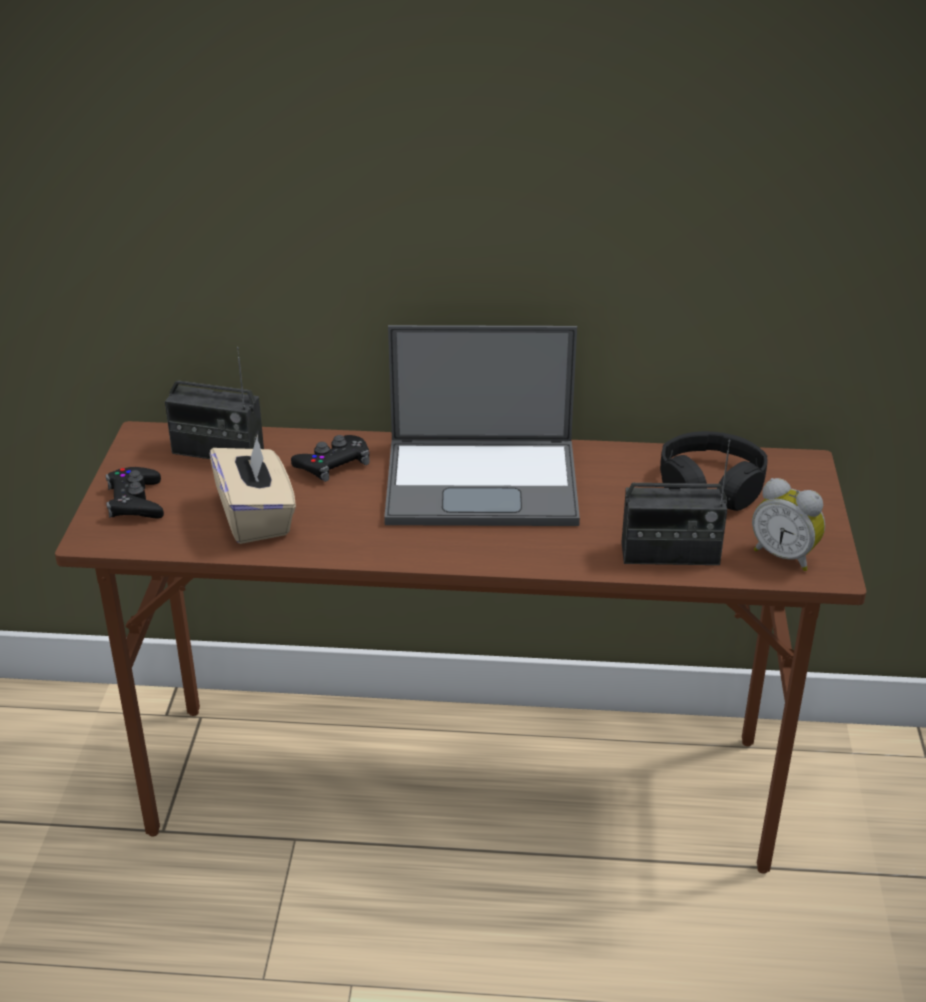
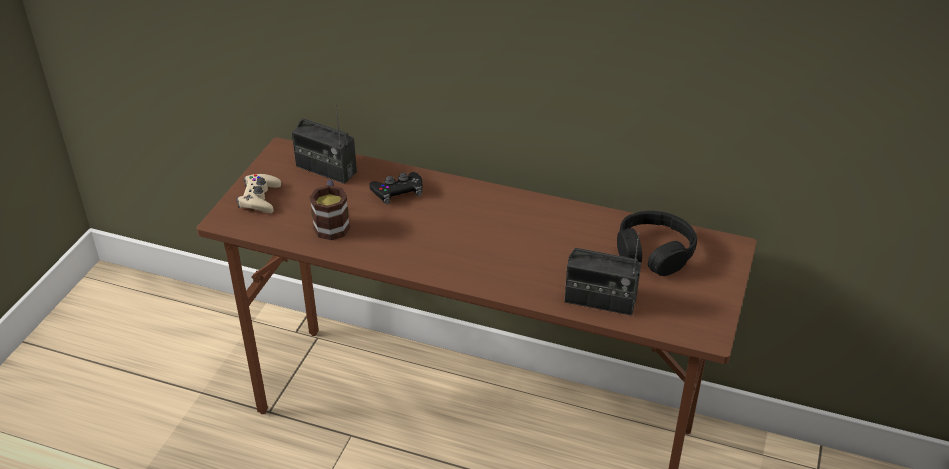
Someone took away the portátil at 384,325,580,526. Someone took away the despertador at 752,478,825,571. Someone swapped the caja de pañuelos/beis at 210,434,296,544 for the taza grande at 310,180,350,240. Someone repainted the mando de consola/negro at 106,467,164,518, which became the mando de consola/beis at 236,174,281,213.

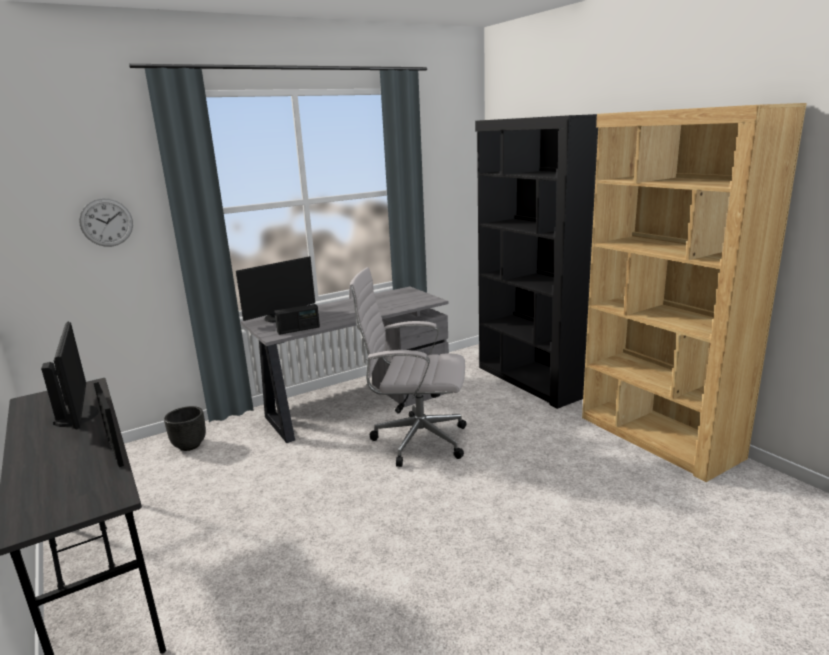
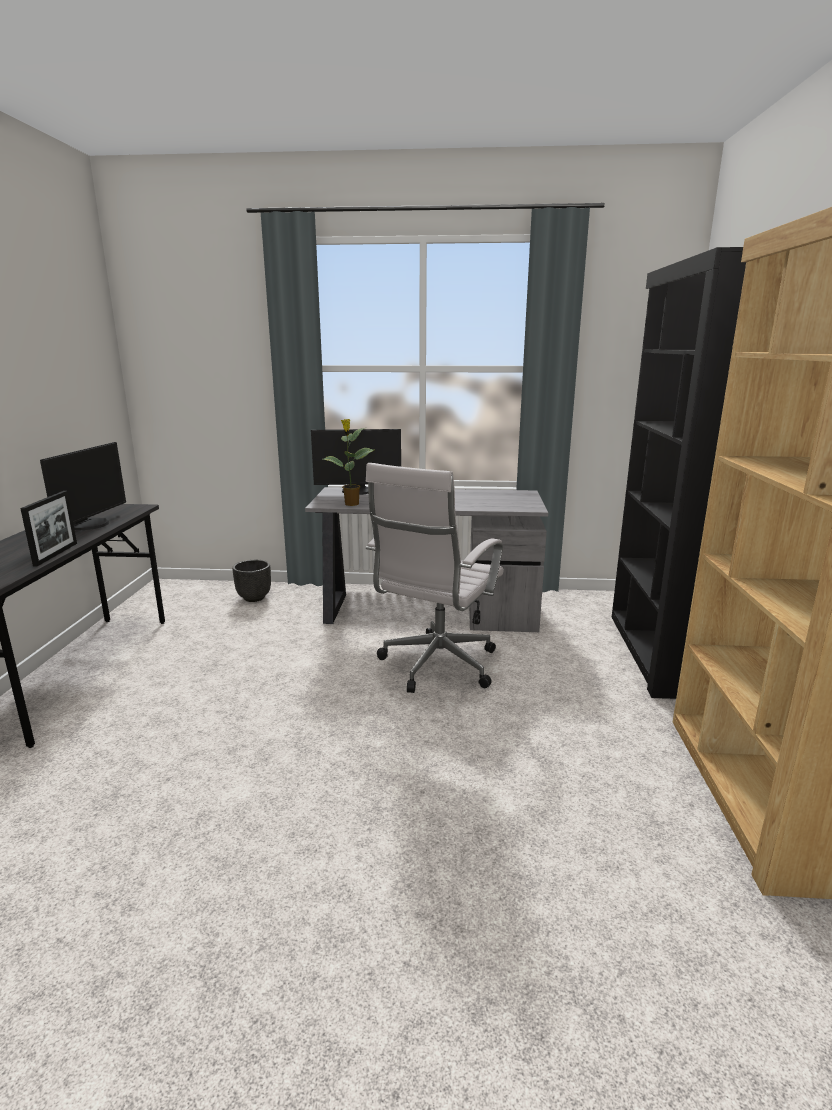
Someone took away the reloj de pared at 79,198,133,247. Someone swapped the radio at 274,304,320,335 for the planta en maceta at 323,419,374,506. Someone rotated the silla de oficina/blanco at 349,267,467,467 by 105 degrees counterclockwise.

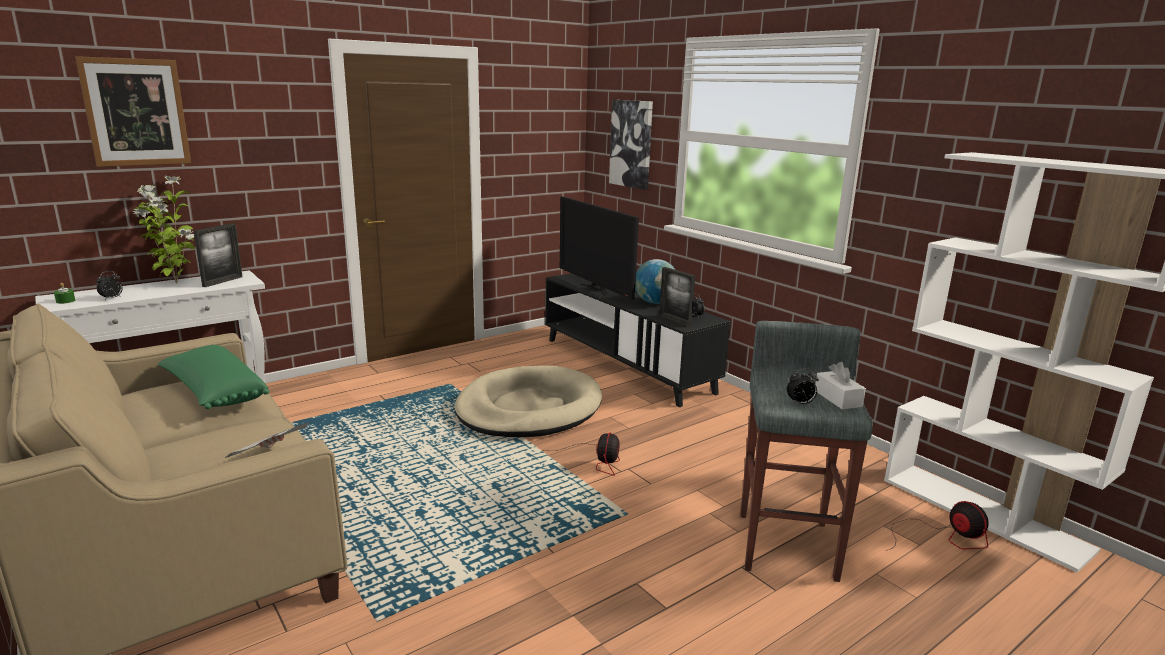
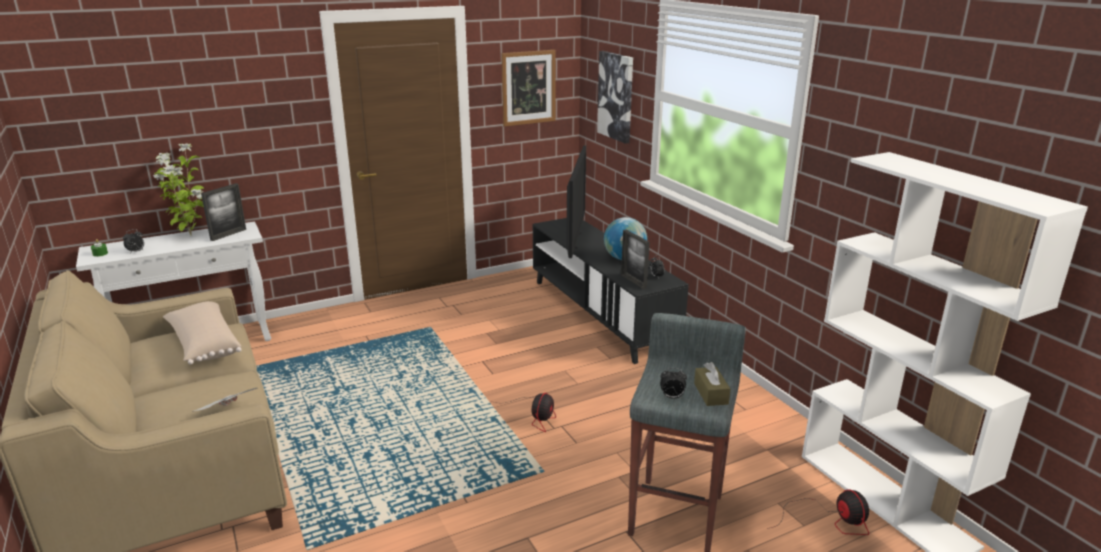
Someone took away the cama para perro/beis at 454,365,602,437. Someone carried the cuadro from 75,56,191,167 to 501,50,556,127. Someone repainted the cojín/verde at 158,345,269,409, which became the cojín/beis at 163,301,242,365. Someone repainted the caja de pañuelos/blanco at 815,362,866,409, which became the caja de pañuelos/marrón at 694,362,730,406. Someone rotated the televisor at 560,196,639,300 by 150 degrees counterclockwise.

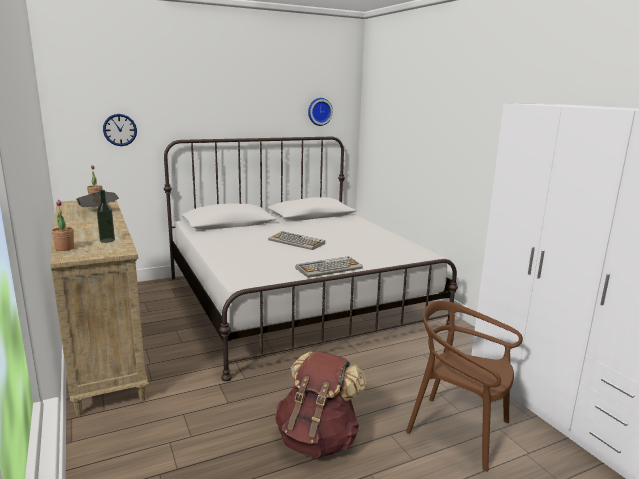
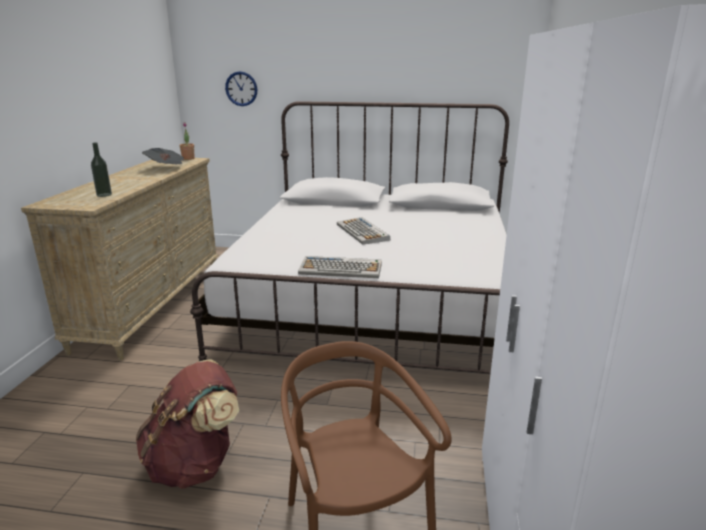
Someone took away the planta en maceta at 51,200,74,251. Someone took away the reloj de pared at 308,98,333,126.

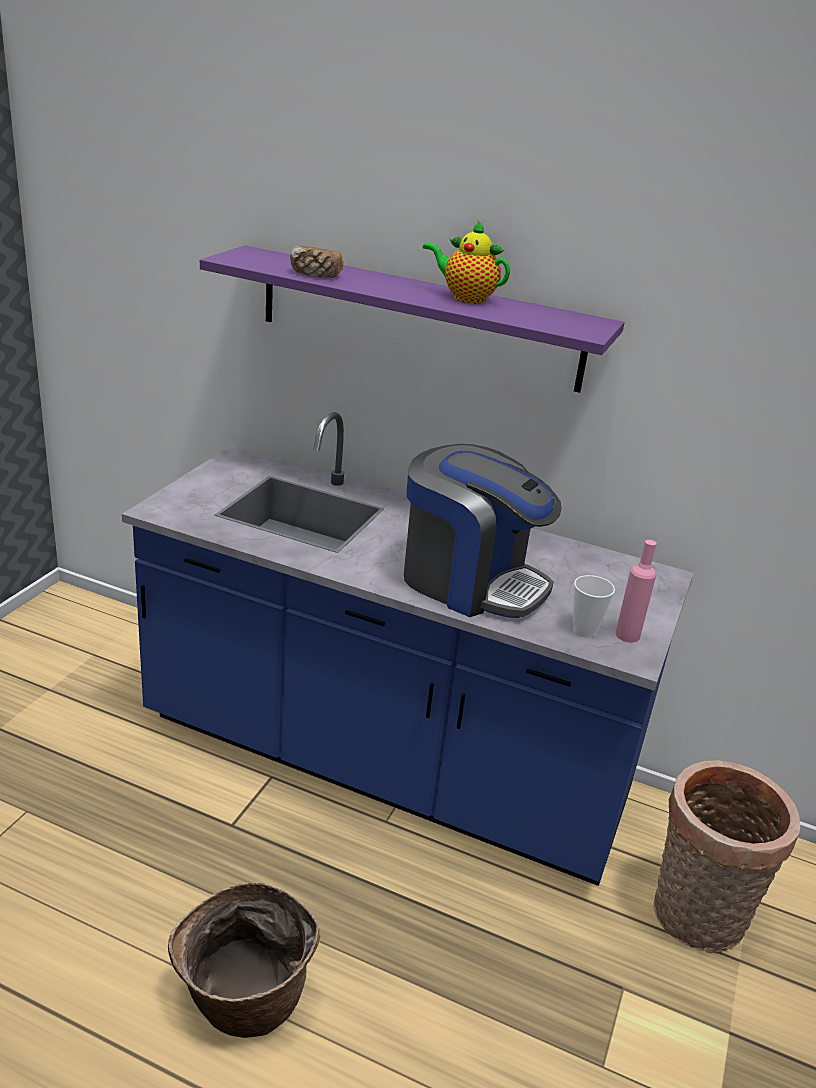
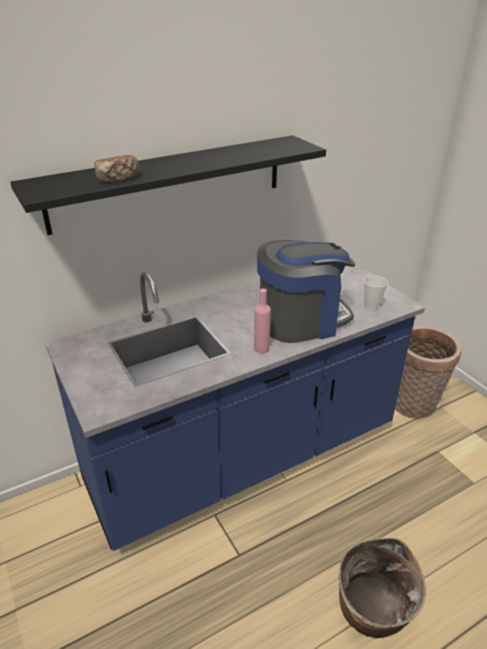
Someone took away the tetera at 423,220,510,304. Someone carried the botella/rosa from 615,540,656,643 to 254,289,271,354. Someone repainted the estante/morado at 200,245,625,393, which became the estante/negro at 10,135,326,235.

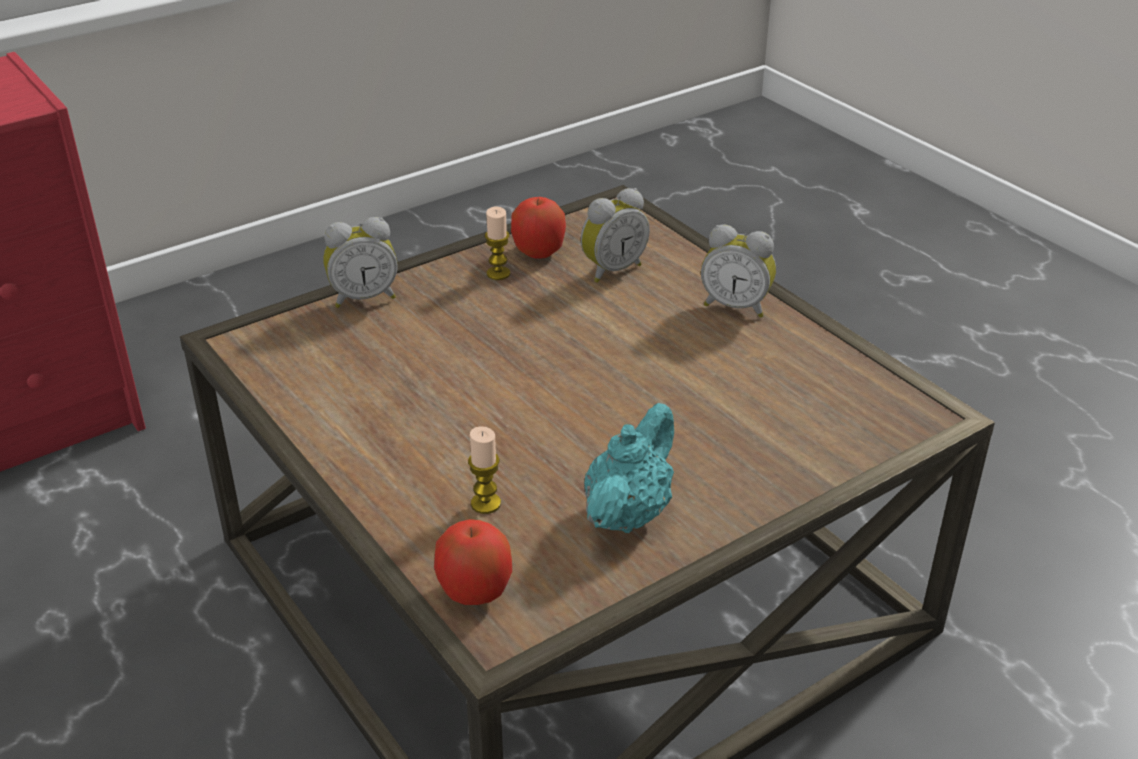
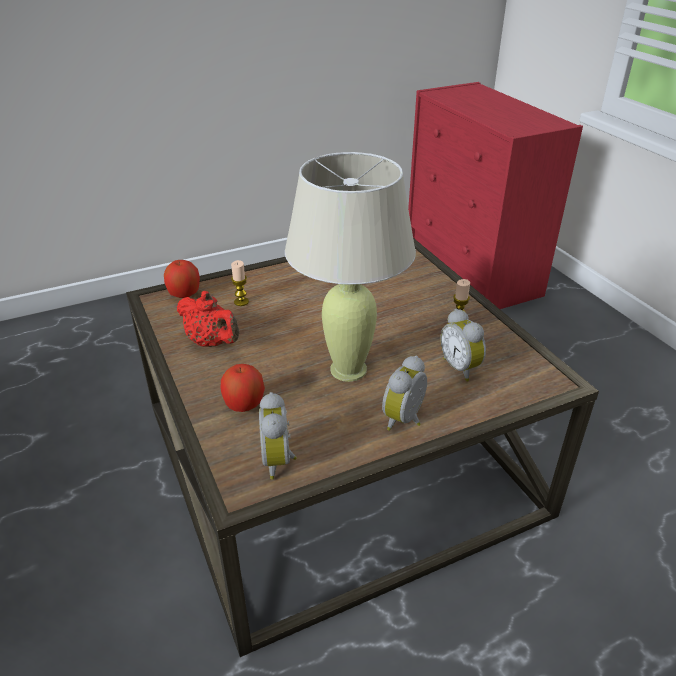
Someone put down the lámpara de mesa/beis at 285,152,416,382. Someone carried the despertador from 323,217,398,308 to 259,392,297,479. Someone carried the manzana from 511,197,566,259 to 221,364,265,412. Someone repainted the tetera/turquesa at 584,403,674,533, which became the tetera/rojo at 177,291,239,347.

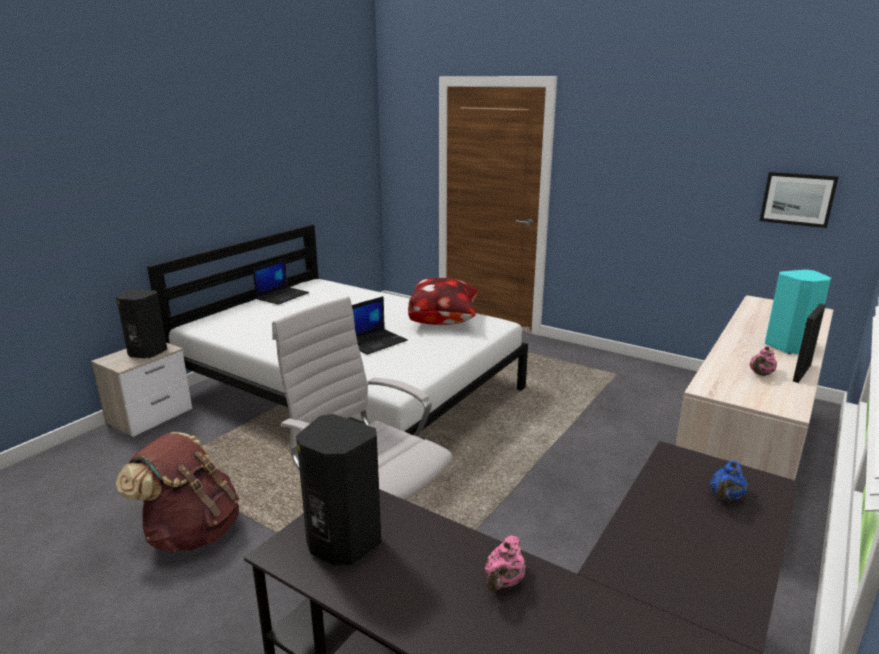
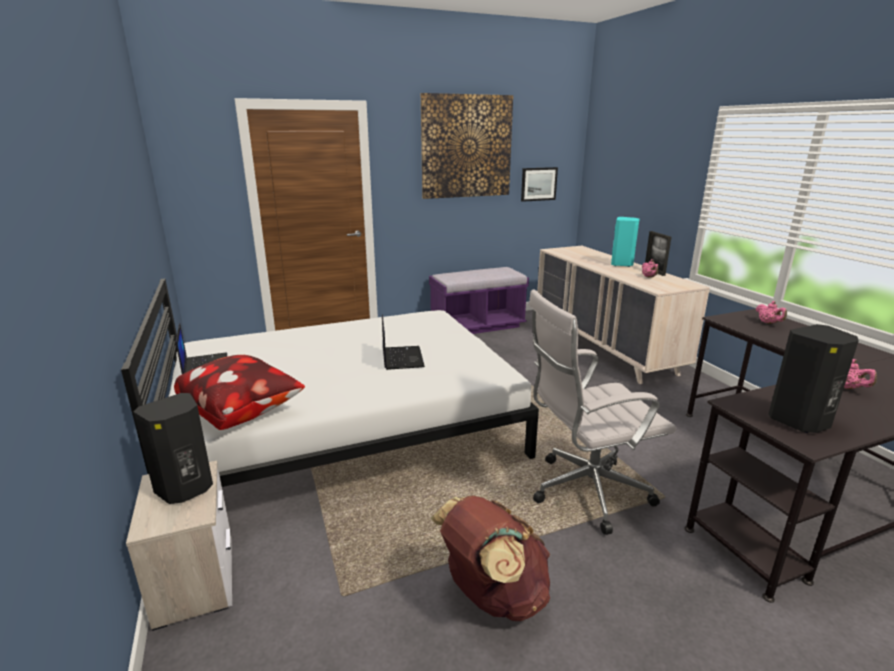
Someone put up the cuadro at 421,93,513,199. Someone put down the banco/morado at 429,267,529,334. Someone carried the cojín from 408,278,479,325 to 174,355,305,430. Someone repainted the tetera/azul at 710,461,747,501, which became the tetera/rosa at 756,301,787,324.

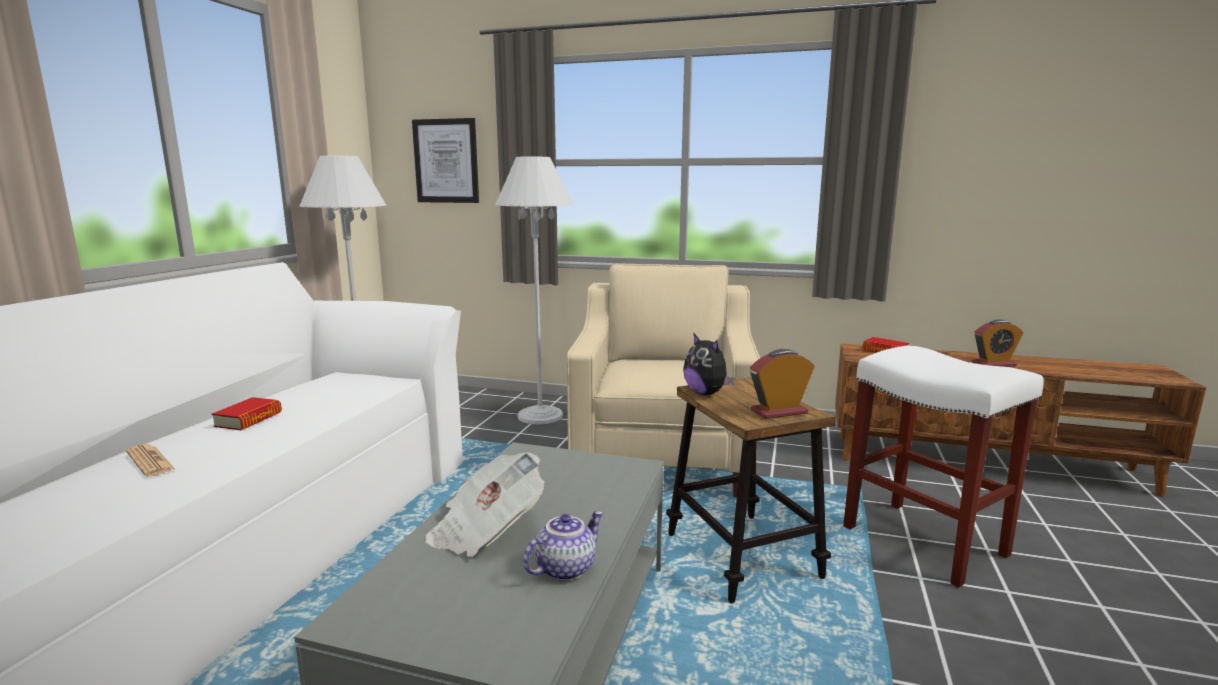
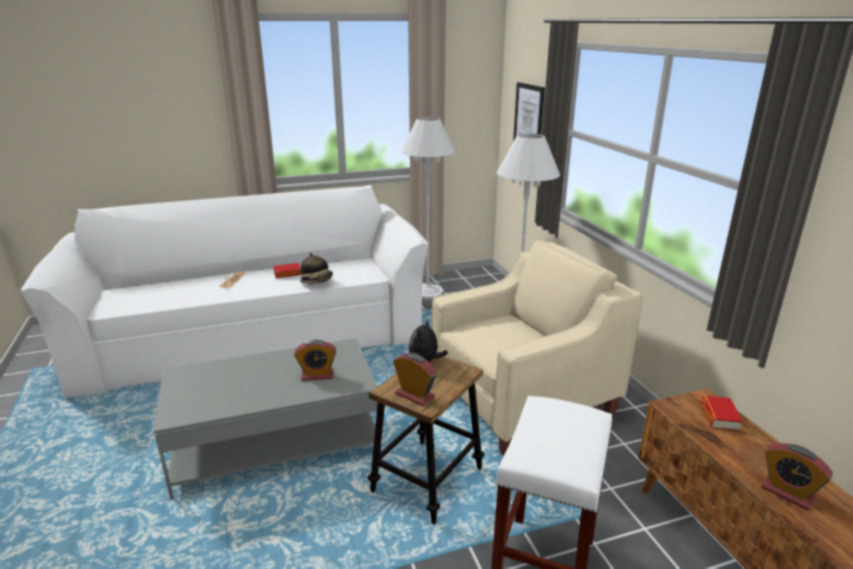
Someone took away the periódico at 425,452,544,557. Someone took away the tetera at 523,511,603,581. Someone put down the despertador at 294,340,336,381. Someone put down the sombrero at 300,252,333,284.

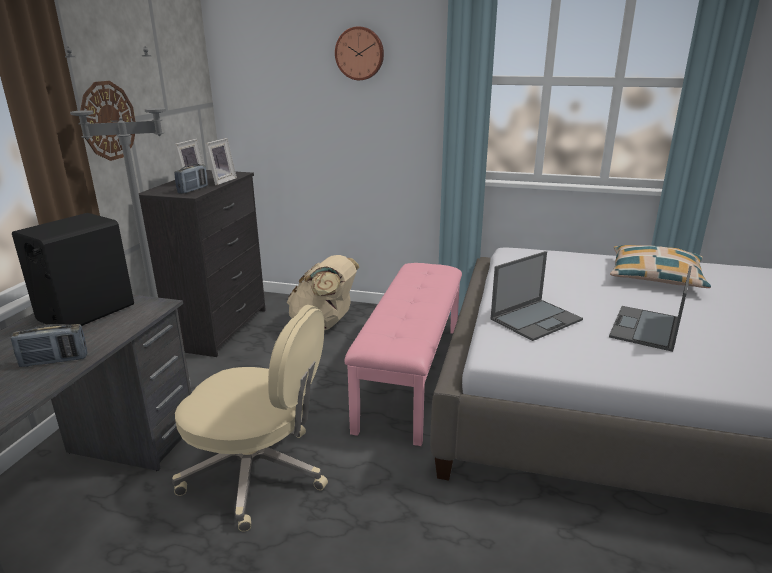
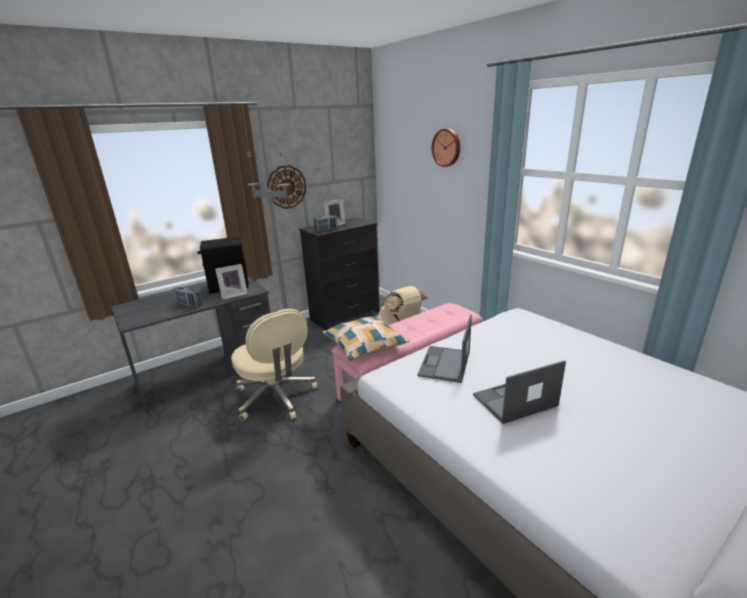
Someone carried the portarretratos from 205,138,237,185 to 215,264,248,300. Someone carried the cojín from 610,245,711,288 to 323,317,409,361. Someone rotated the portátil at 490,251,583,341 by 105 degrees clockwise.

